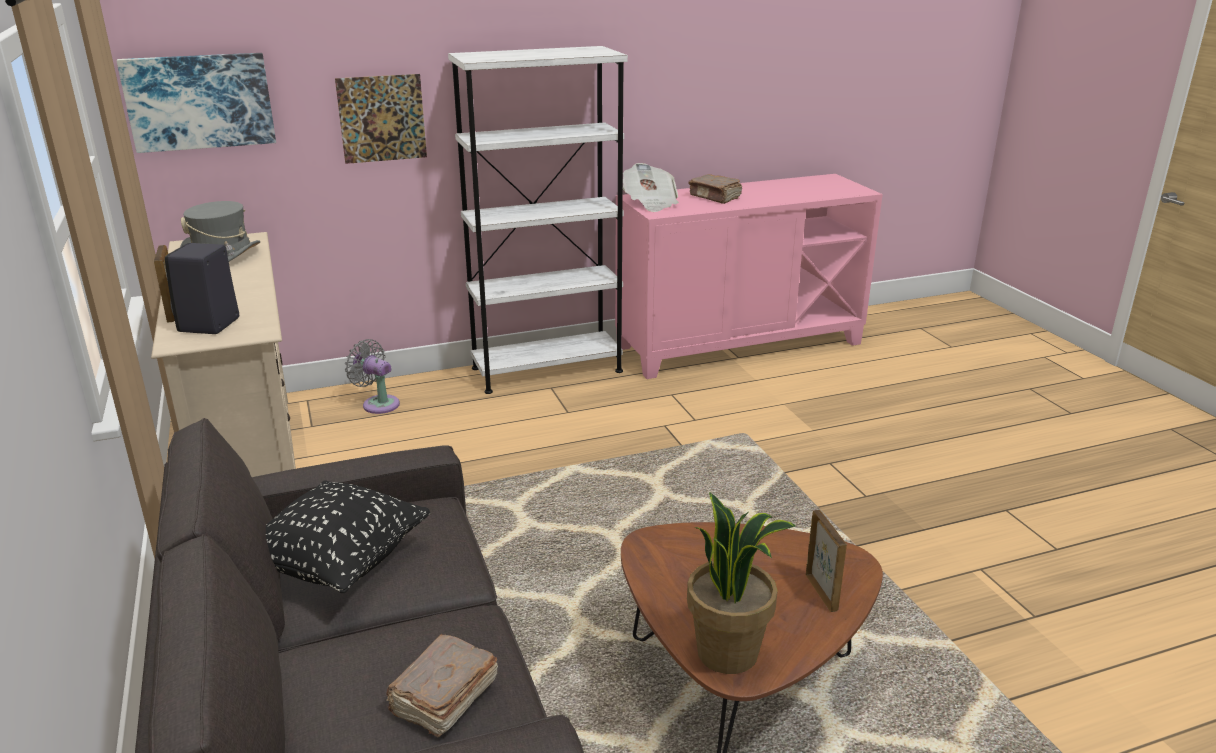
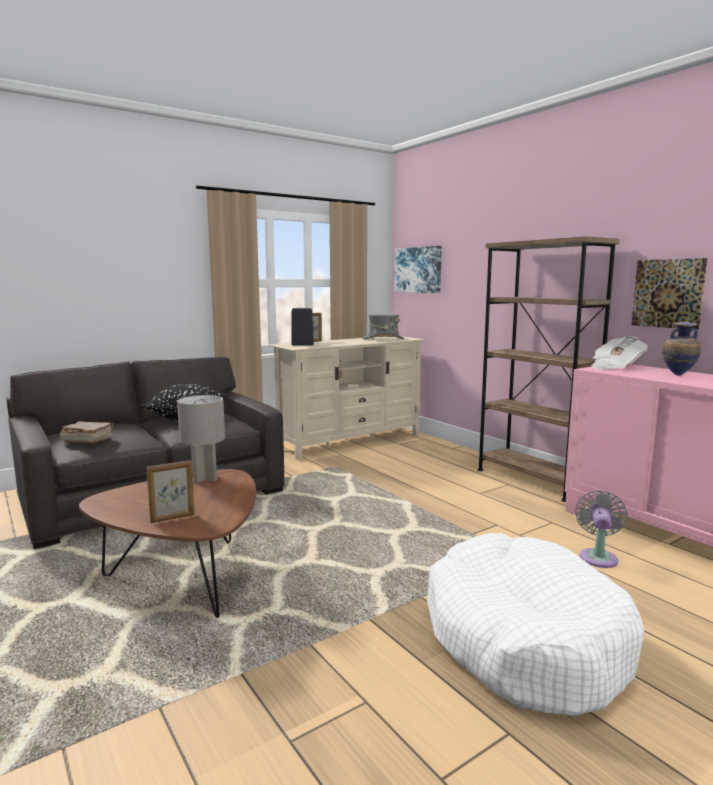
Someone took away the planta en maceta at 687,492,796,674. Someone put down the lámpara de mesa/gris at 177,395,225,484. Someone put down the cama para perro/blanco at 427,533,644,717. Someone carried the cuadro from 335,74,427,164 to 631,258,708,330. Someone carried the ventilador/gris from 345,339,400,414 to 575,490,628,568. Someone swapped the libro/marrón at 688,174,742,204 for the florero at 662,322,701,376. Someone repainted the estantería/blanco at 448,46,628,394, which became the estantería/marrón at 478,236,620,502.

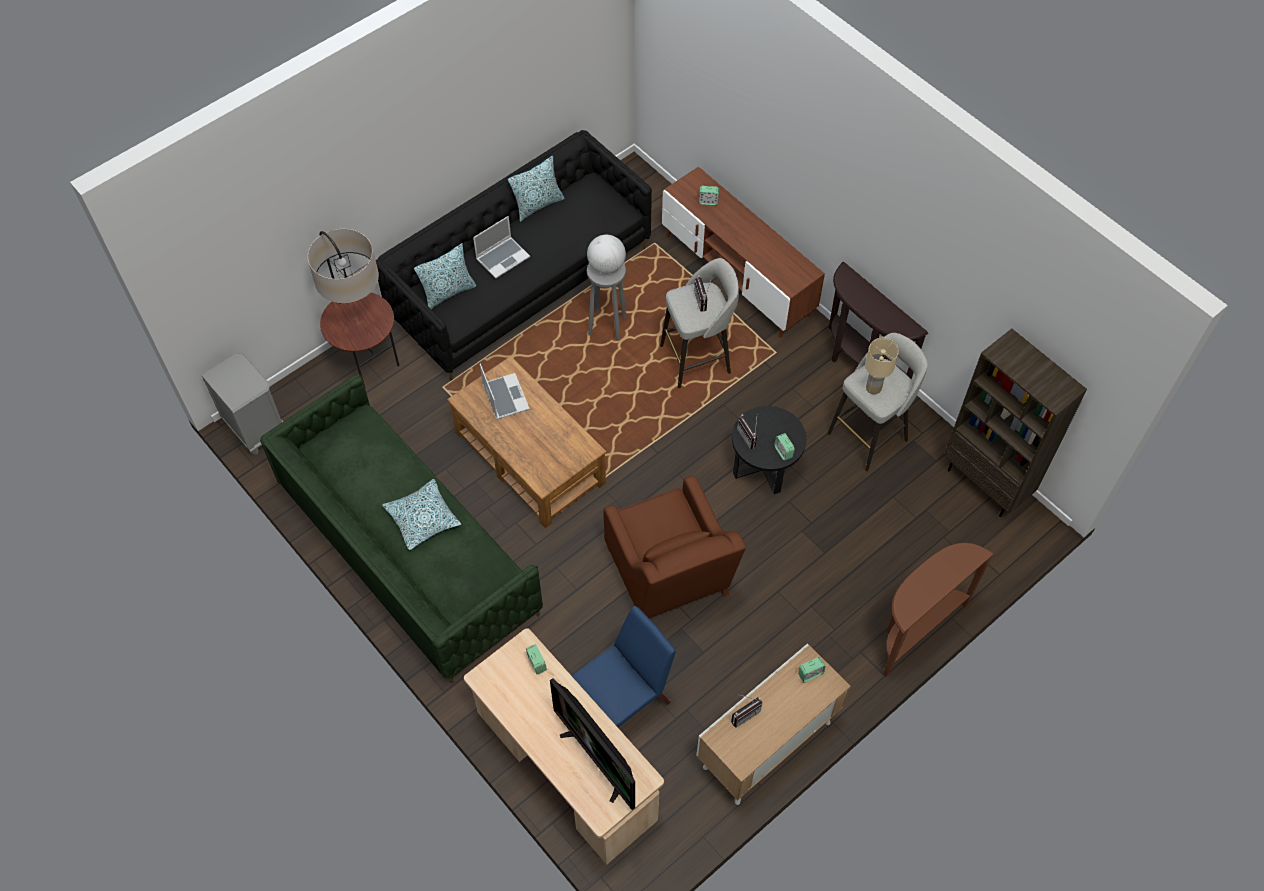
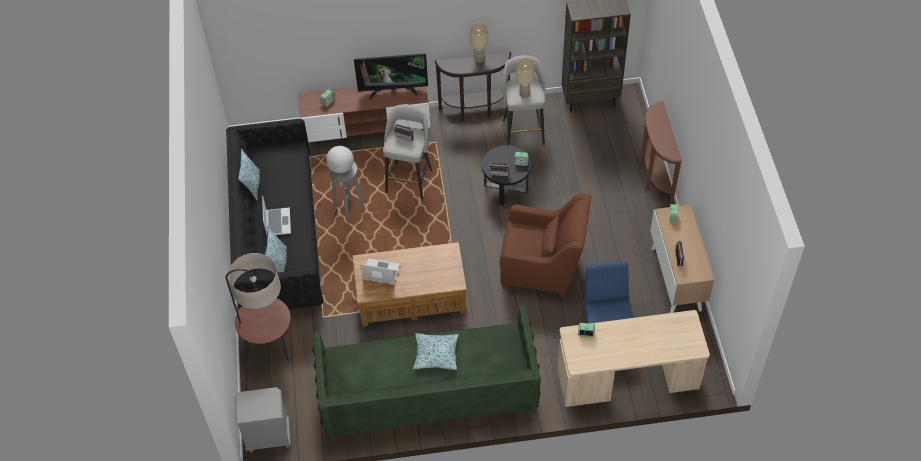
Someone put down the lámpara de mesa/beis at 469,23,488,63. Someone carried the televisor from 550,678,635,810 to 354,53,428,99.

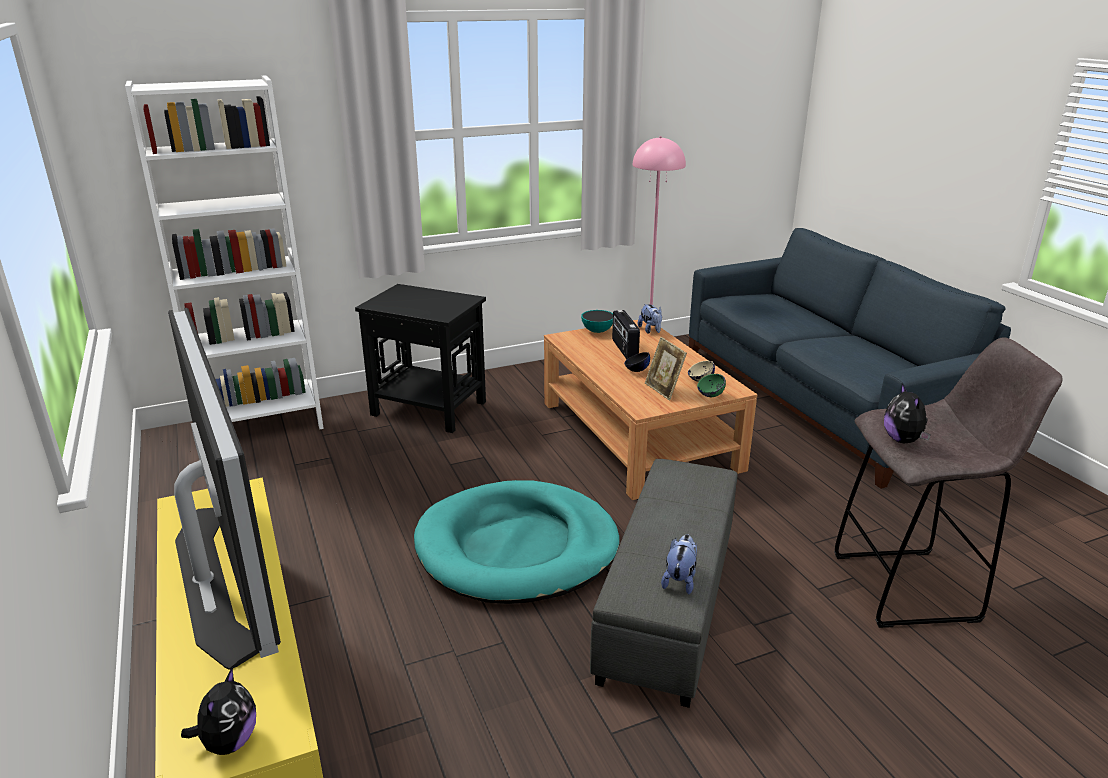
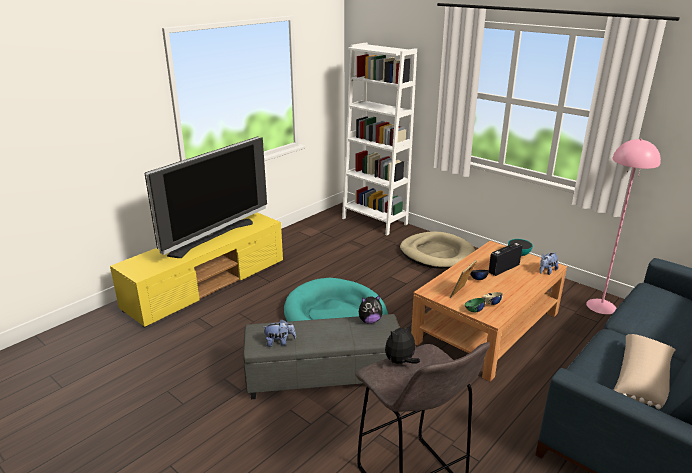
Someone put down the cojín/beis at 614,334,676,409. Someone carried the peluche from 181,667,256,755 to 359,295,383,324. Someone swapped the mesa auxiliar/negro at 355,284,486,433 for the cama para perro/beis at 400,231,475,269.

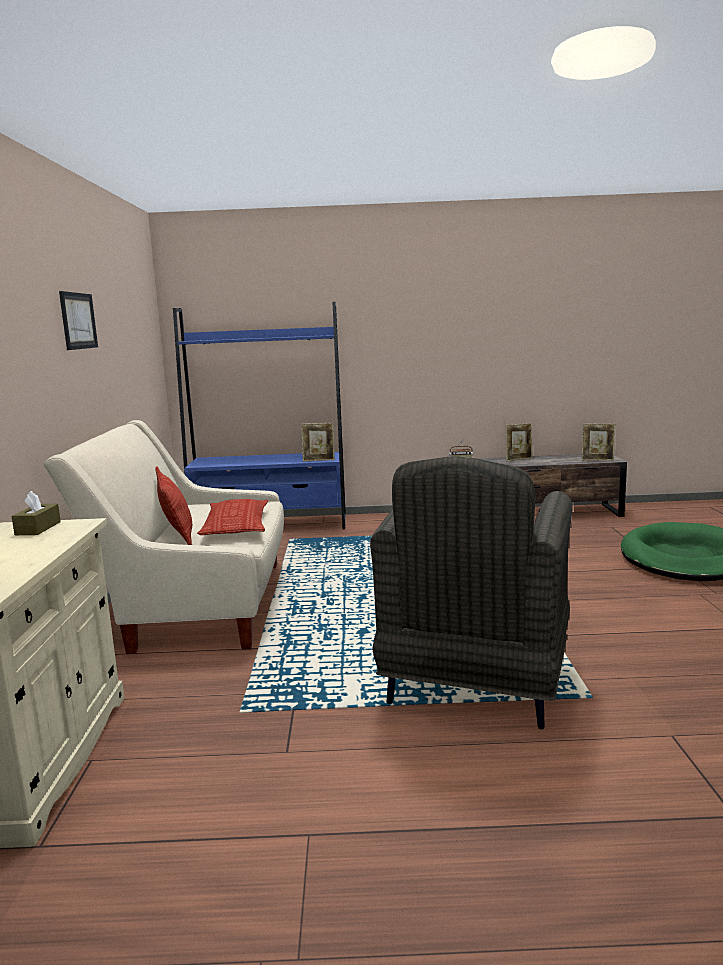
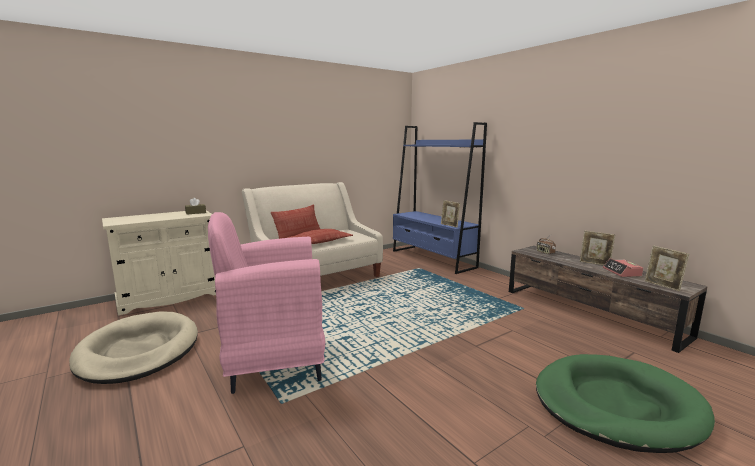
Someone took away the cuadro at 59,291,98,350. Someone put down the cama para perro/beis at 69,311,198,384. Someone put down the despertador at 603,258,643,277. Someone repainted the sillón/gris at 370,456,573,729, which became the sillón/rosa at 208,212,325,394.

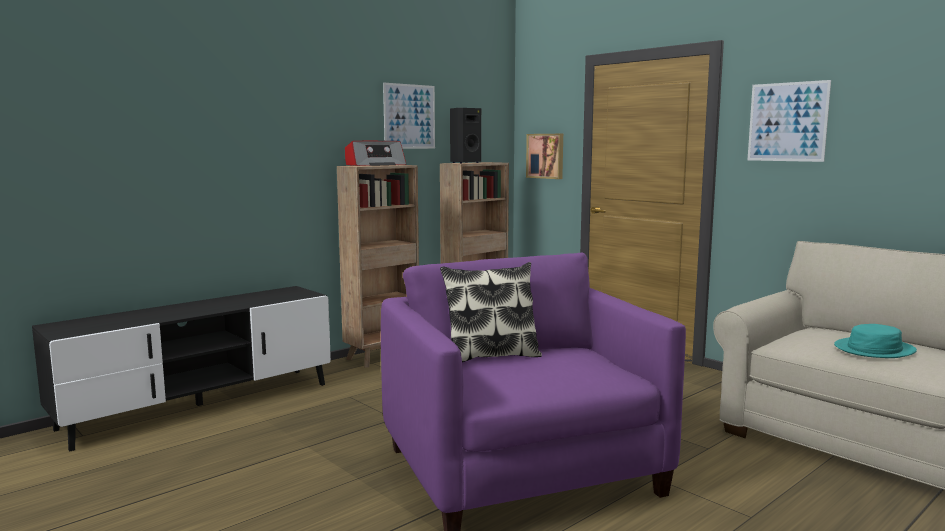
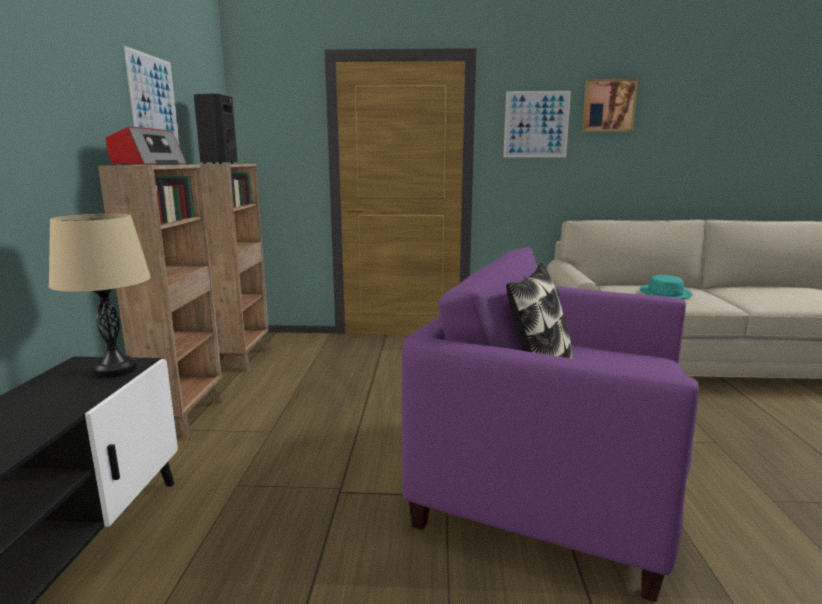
Someone put down the lámpara de mesa/beis at 49,214,151,378. Someone carried the cuadro from 526,134,563,179 to 582,79,638,132.

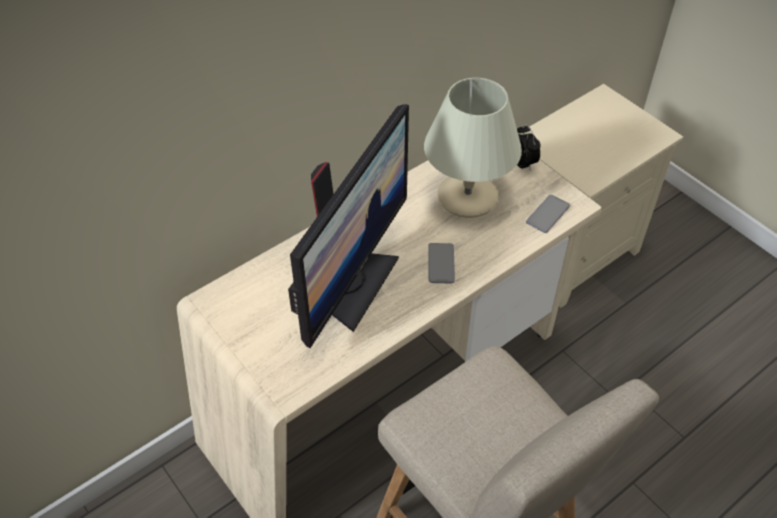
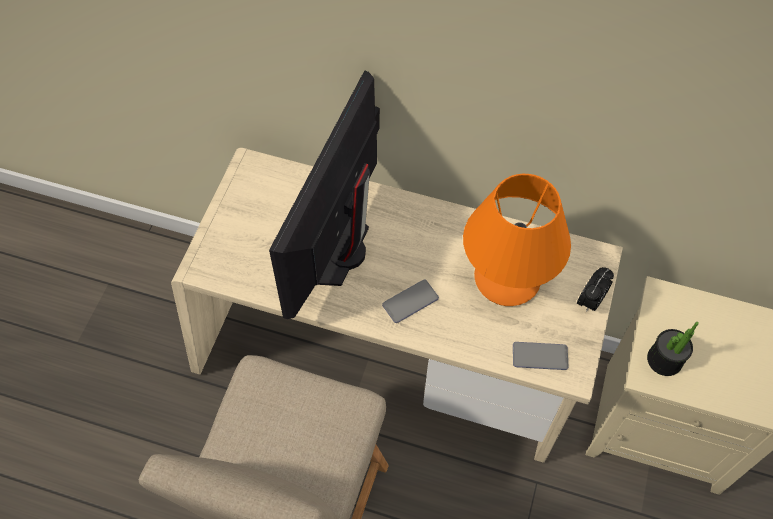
Someone put down the planta en maceta at 647,322,699,376. Someone repainted the lámpara de mesa/beis at 424,78,522,218, which became the lámpara de mesa/naranja at 463,174,571,306. Someone rotated the monitor at 288,104,409,348 by 120 degrees clockwise.

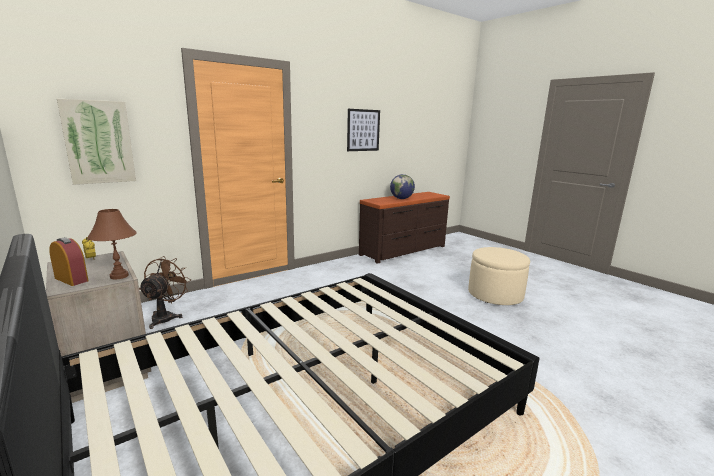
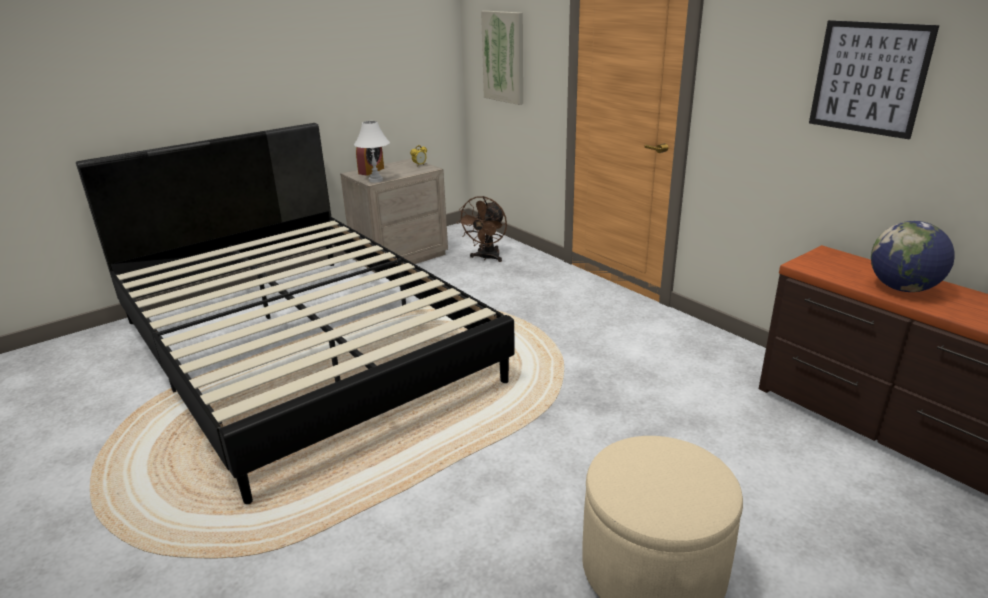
Someone repainted the lámpara de mesa/marrón at 87,209,137,280, which became the lámpara de mesa/blanco at 354,121,390,183. Someone rotated the ventilador/marrón at 139,256,191,329 by 105 degrees clockwise.

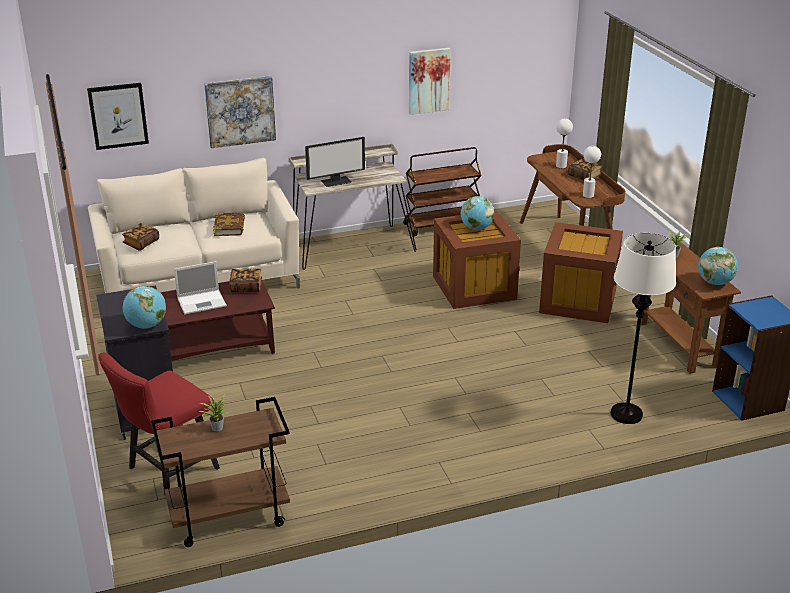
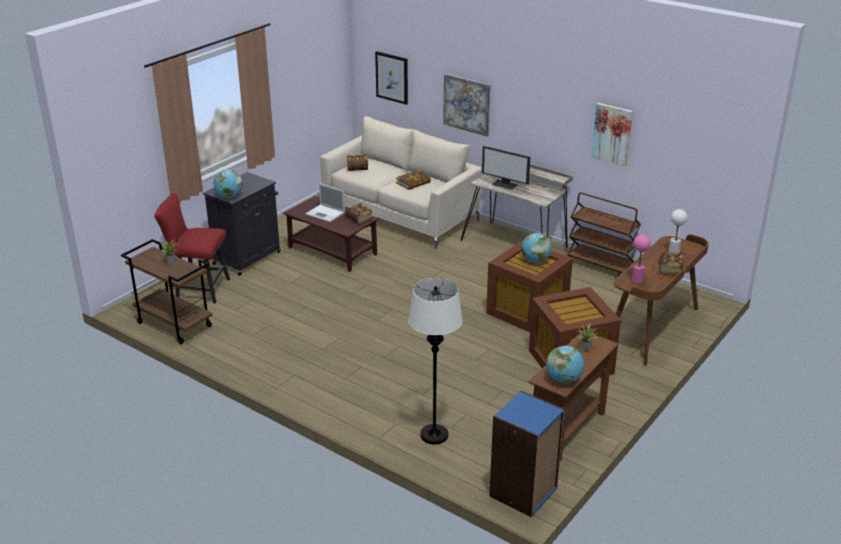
Someone repainted the lámpara de mesa/blanco at 583,146,601,198, which became the lámpara de mesa/rosa at 632,235,651,284.

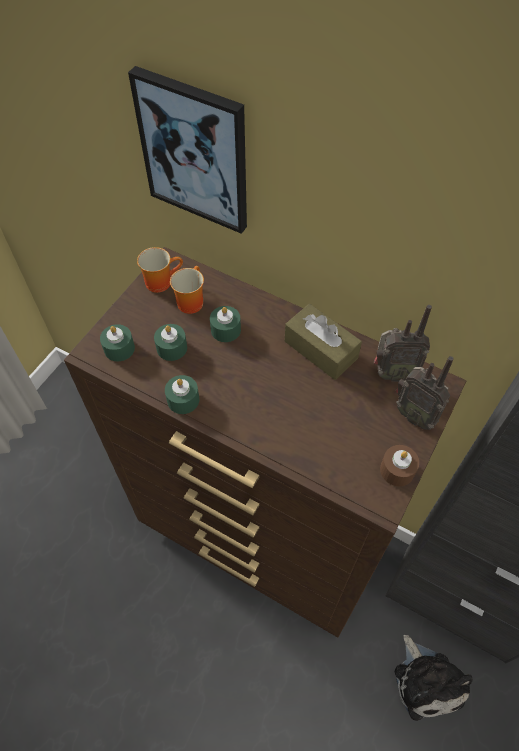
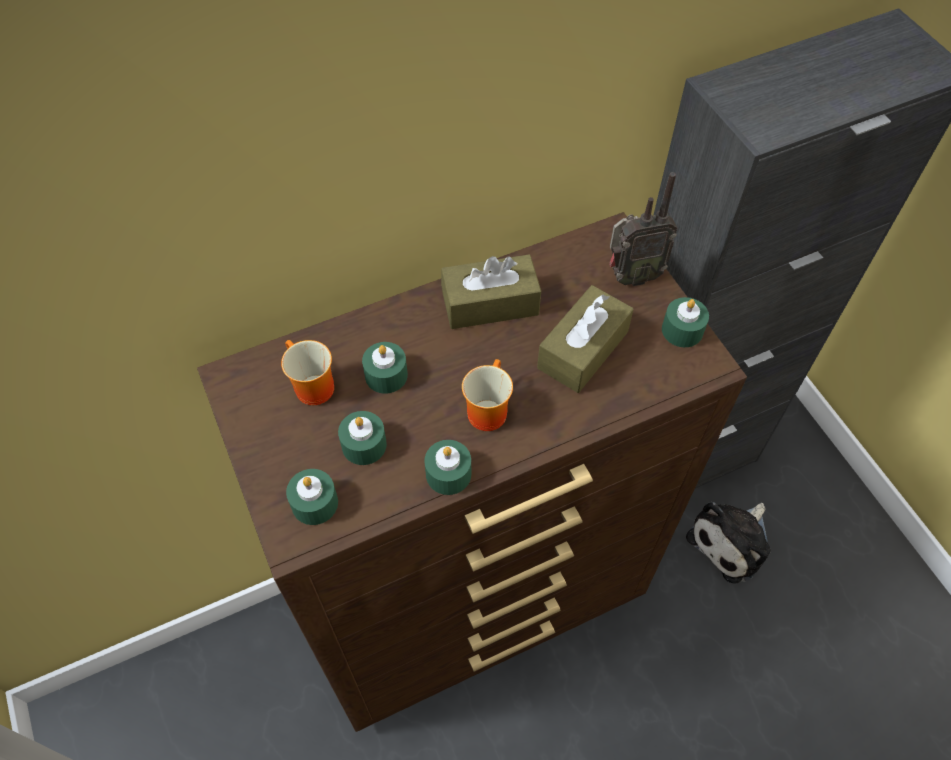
Someone took away the cuadro at 128,66,247,234. Someone took away the radio at 374,305,432,382. Someone put down the caja de pañuelos/marrón at 537,285,634,393. Someone carried the taza grande from 137,247,183,293 to 462,359,513,431. Someone repainted the vela/marrón at 380,445,419,486, which became the vela/verde at 662,297,709,347. Someone rotated the peluche at 395,634,472,721 by 120 degrees clockwise.

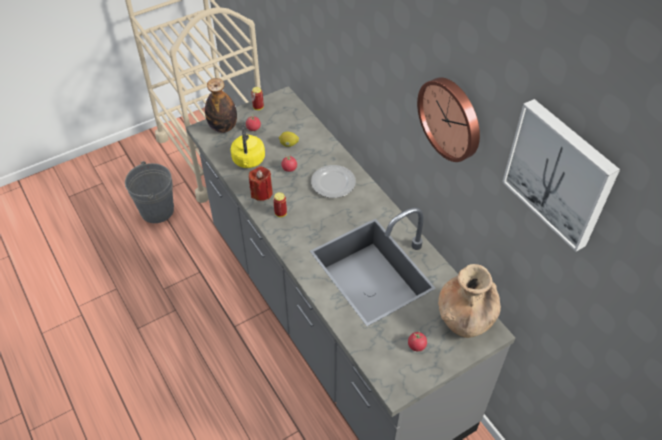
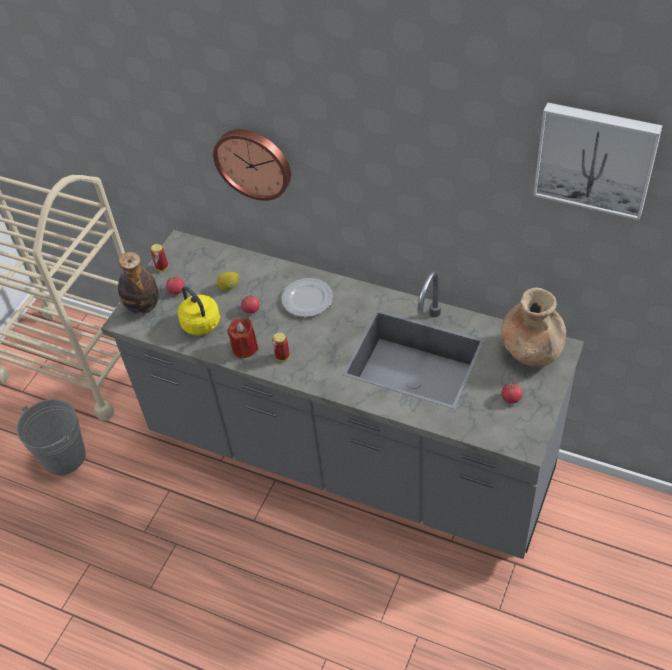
Someone carried the reloj de pared from 417,77,480,162 to 213,129,291,201.

